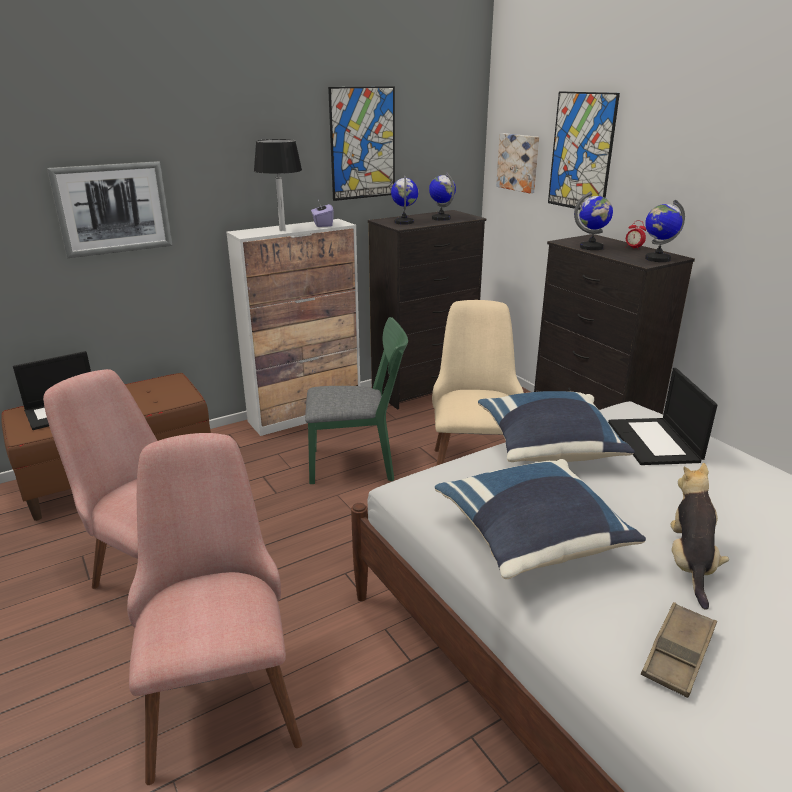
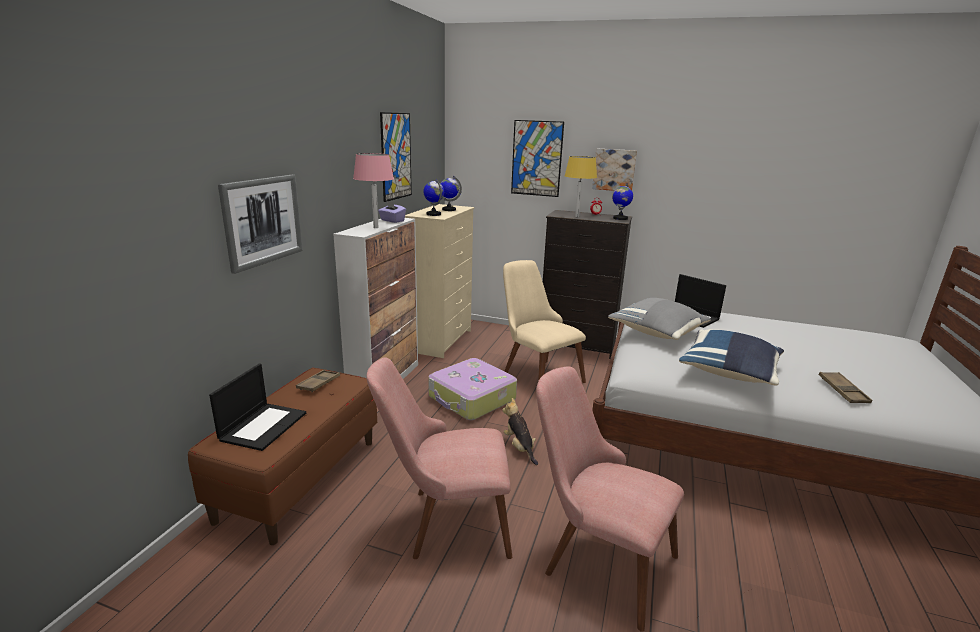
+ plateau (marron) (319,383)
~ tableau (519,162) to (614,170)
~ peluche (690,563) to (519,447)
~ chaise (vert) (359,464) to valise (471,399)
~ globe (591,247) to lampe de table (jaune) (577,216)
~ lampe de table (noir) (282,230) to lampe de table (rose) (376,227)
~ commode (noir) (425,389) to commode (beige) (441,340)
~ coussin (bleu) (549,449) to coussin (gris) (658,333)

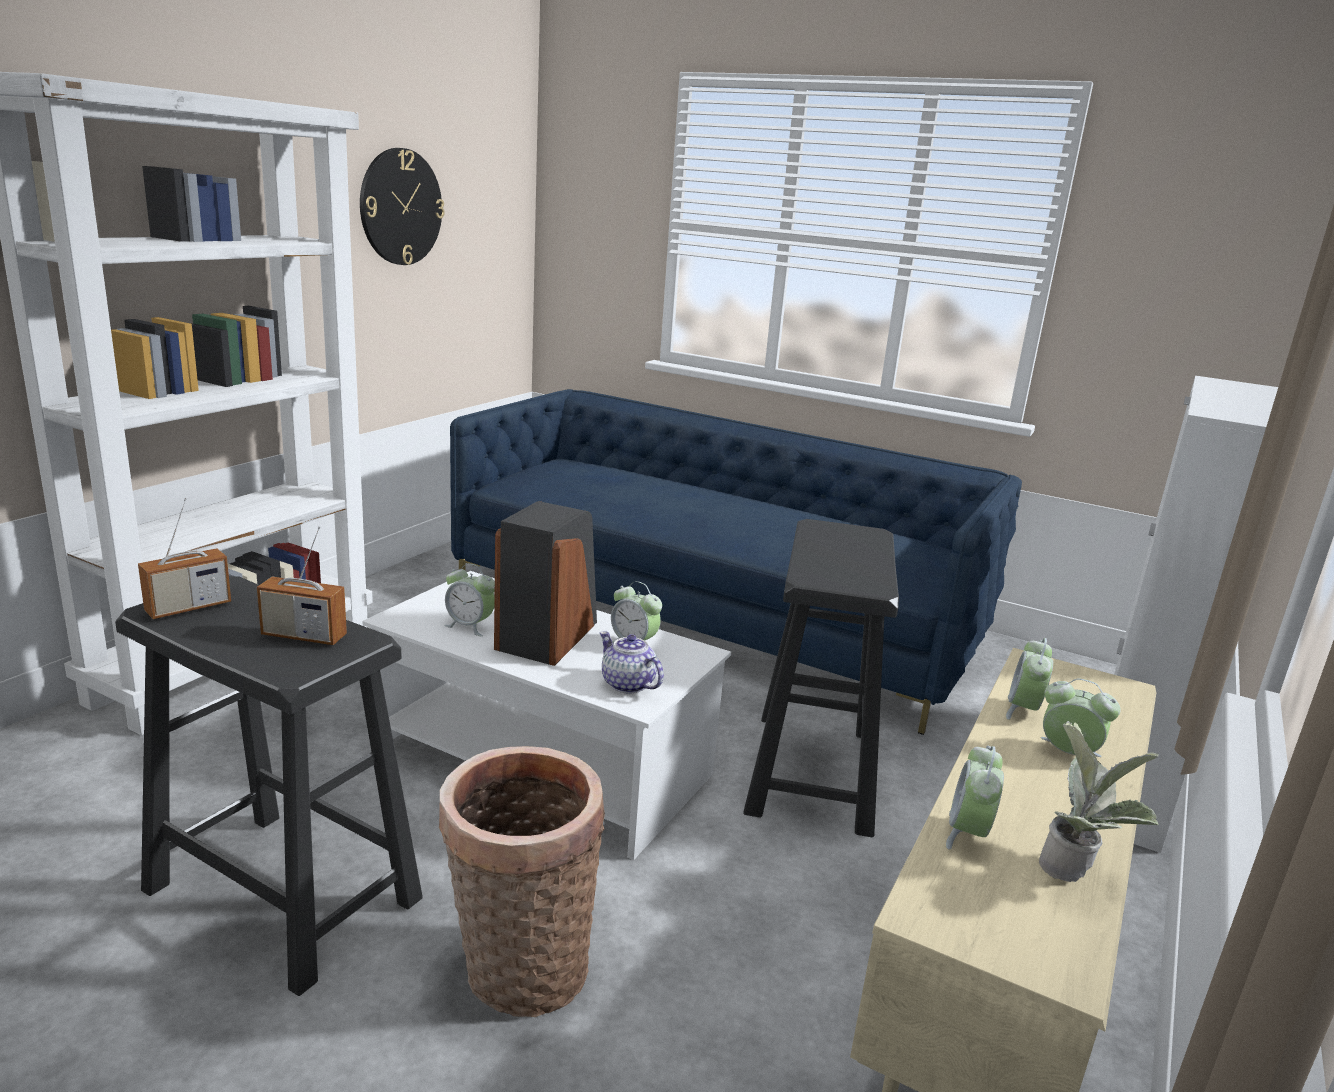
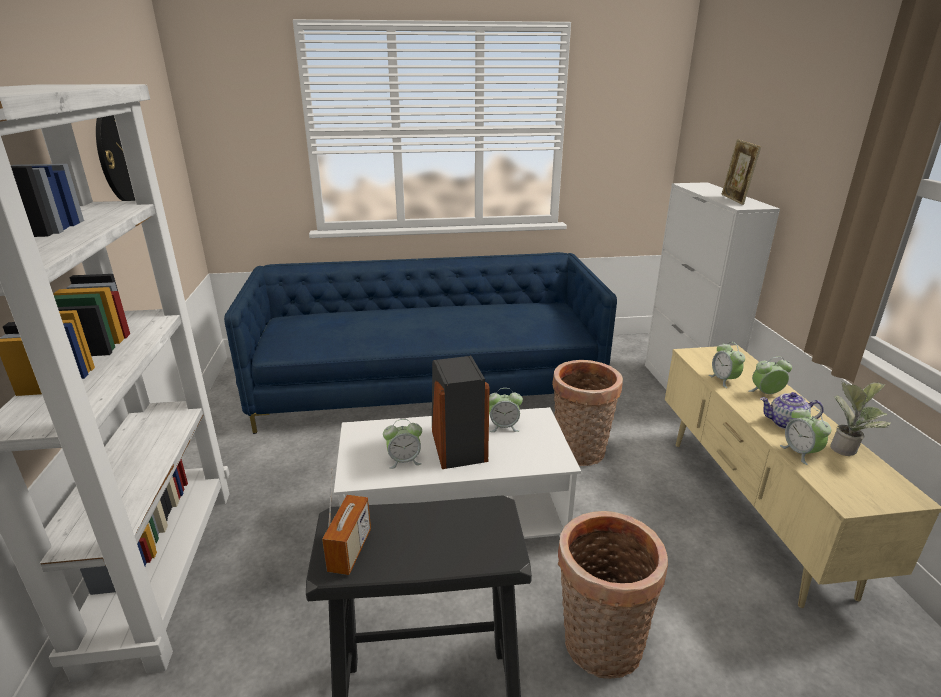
- radio (304,636)
+ cadre photo (734,200)
~ théière (627,684) to (786,423)
~ tabouret (noir) (812,772) to panier (579,453)

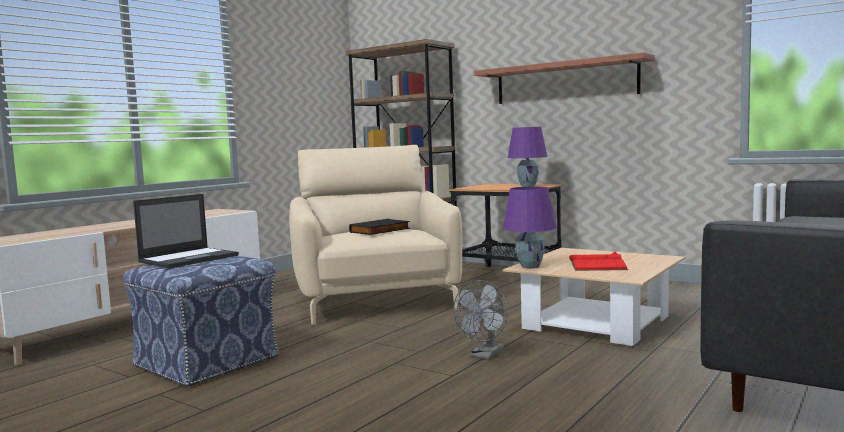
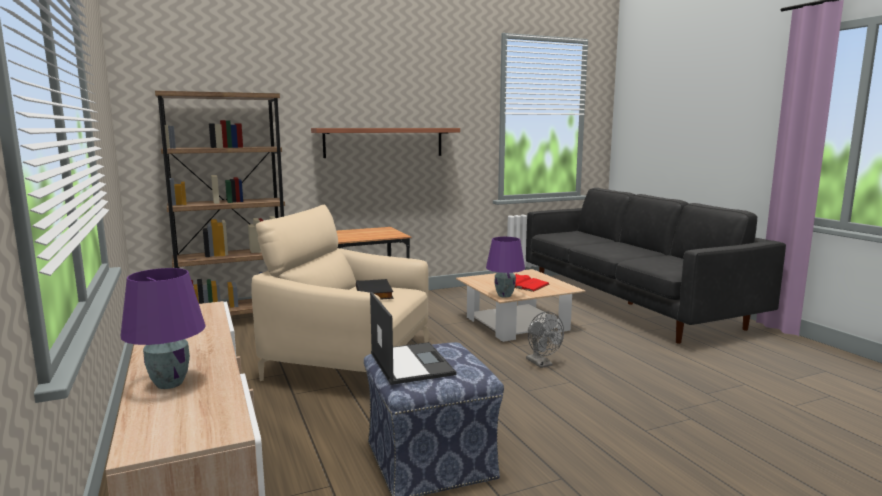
~ lampe de table (violet) (528,186) to (169,383)

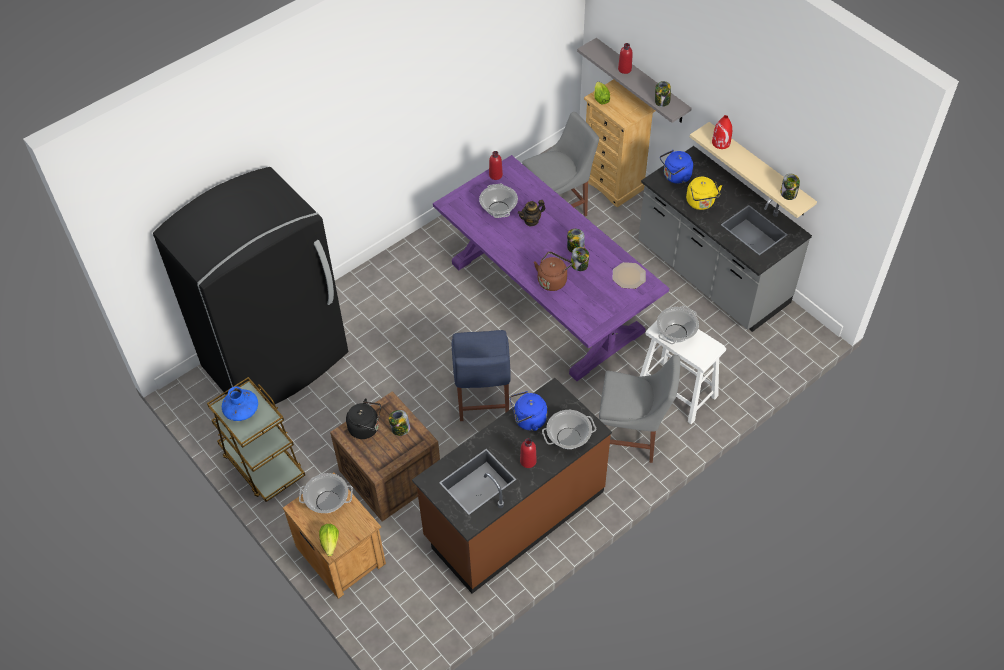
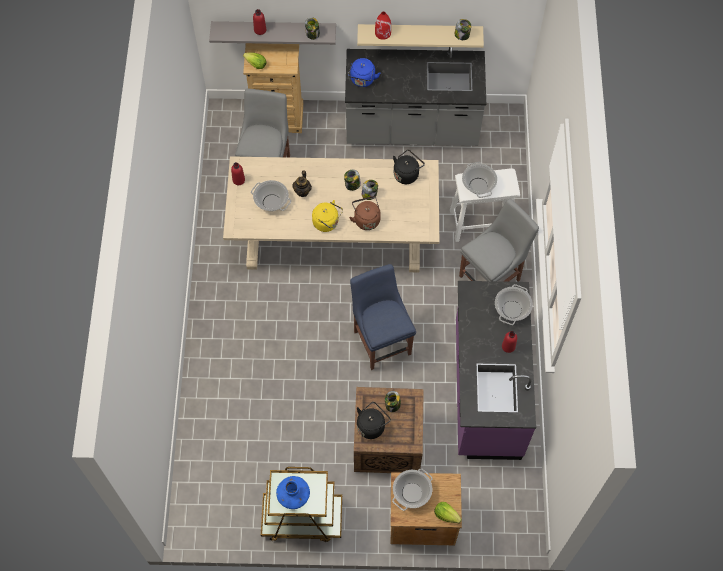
- réfrigérateur (noir) (277,361)
- bouilloire (bleu) (528,420)
~ bouilloire (jaune) (701,203) to (327,223)
~ assiette (629,276) to bouilloire (noir) (407,174)
~ comptoir de cuisine (marron) (513,514) to comptoir de cuisine (violet) (485,389)
~ table à manger (violet) (547,297) to table à manger (beige) (334,234)
~ chaise (bleu) (482,401) = (381,340) 150 degrees counterclockwise

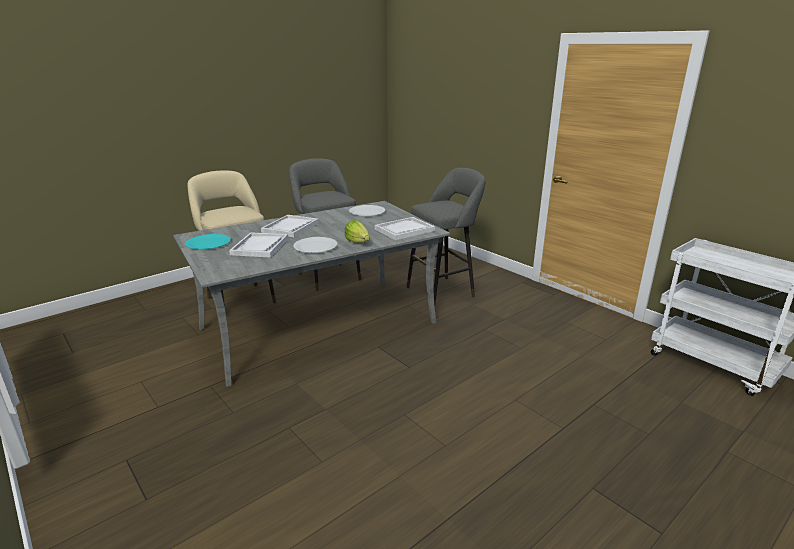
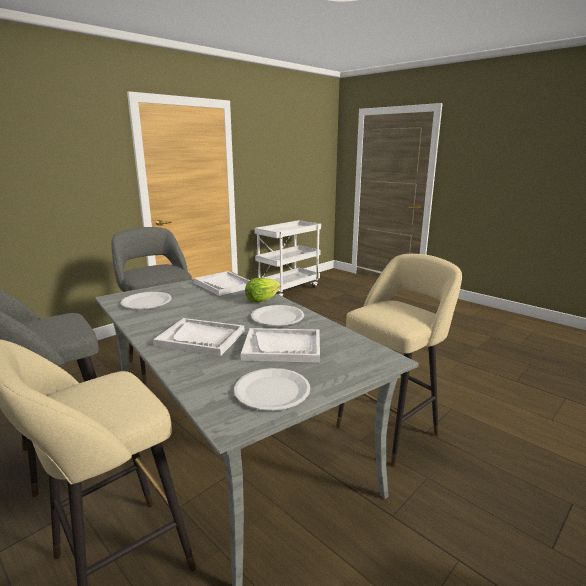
+ tabouret (beige) (390,428)
~ assiette (turquoise) (208,243) to assiette (blanc) (272,390)

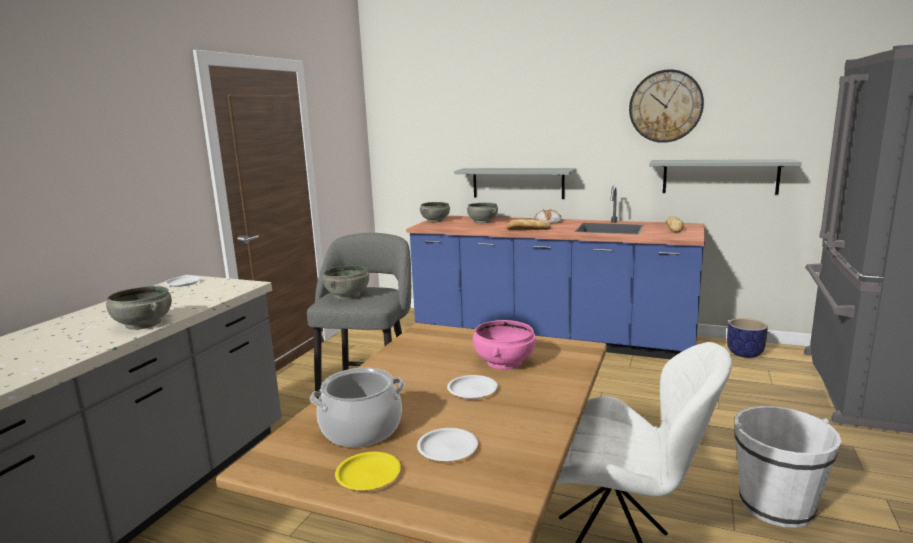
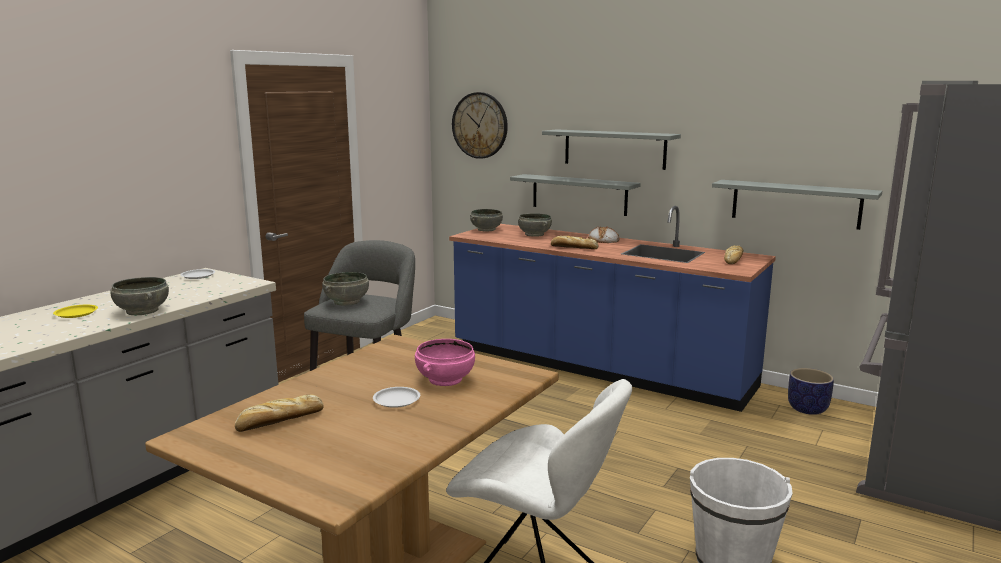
- assiette (blanc) (448,449)
+ étagère (gris) (614,149)
~ assiette (jaune) (368,475) to (76,314)
~ horloge murale (665,106) to (480,125)
~ marmite (361,429) to pain (279,420)

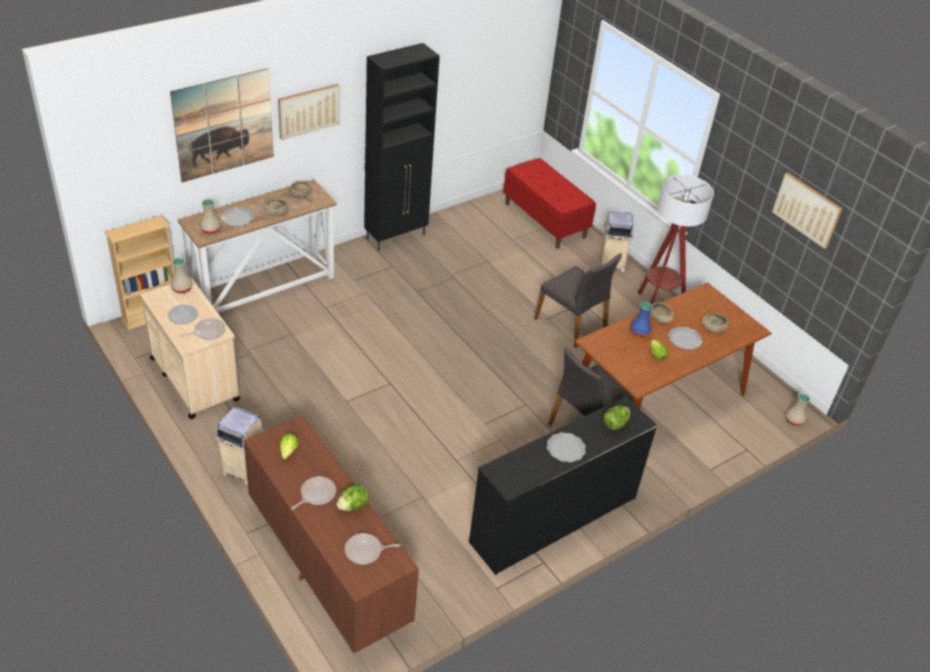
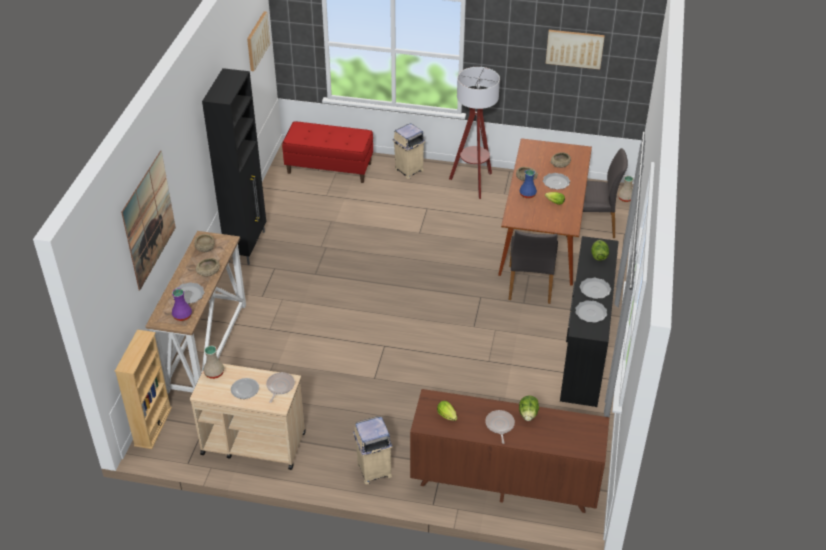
- poêle (365,551)
+ assiette (591,313)
~ tableau (308,110) to (257,41)
~ chaise (gris) (572,324) to (590,224)
~ vase (beige) (210,230) to vase (violet) (182,316)

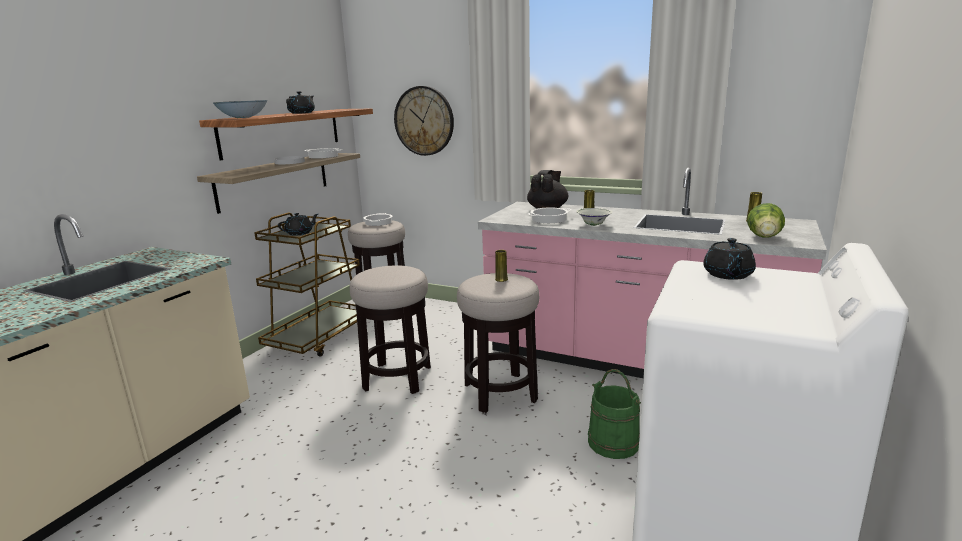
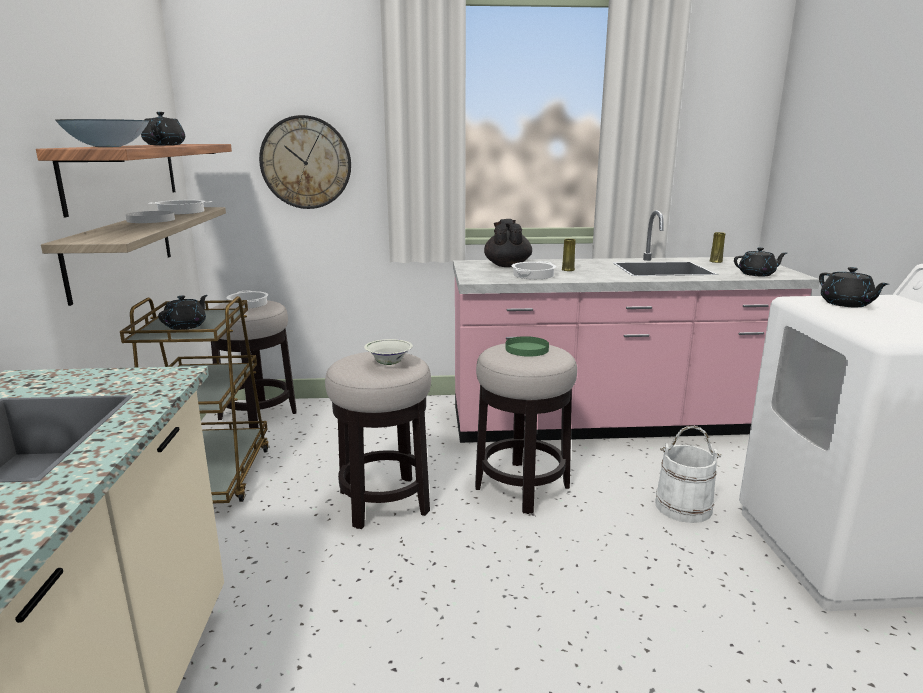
~ bol (blanc) (593,225) to (389,363)
~ vase (jaune) (501,279) to assiette (vert) (527,349)
~ laitue (764,238) to théière (noir) (757,274)
~ seau (vert) (613,442) to seau (blanc) (683,506)

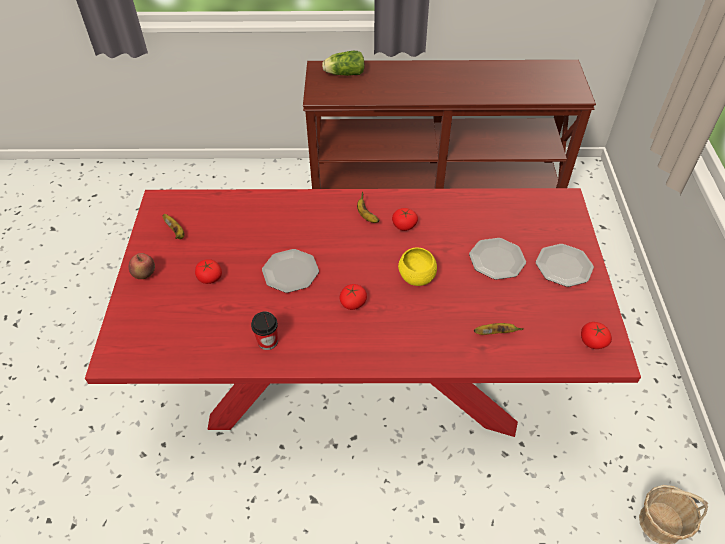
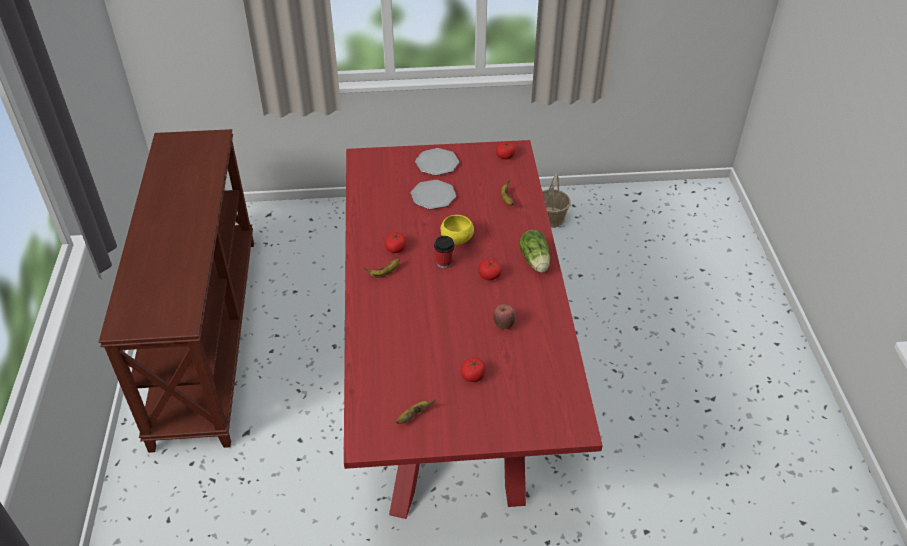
- assiette (291,272)
~ pomme (145,275) to (503,324)
~ tasse (267,341) to (444,262)
~ laitue (343,74) to (535,262)

